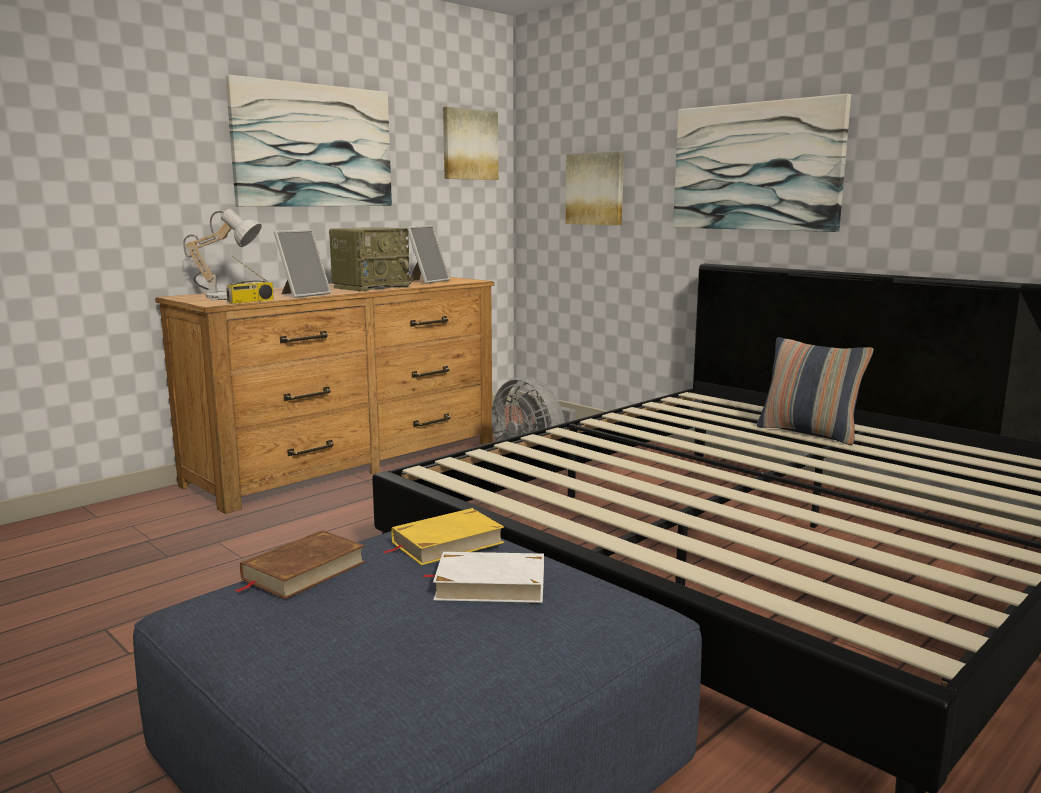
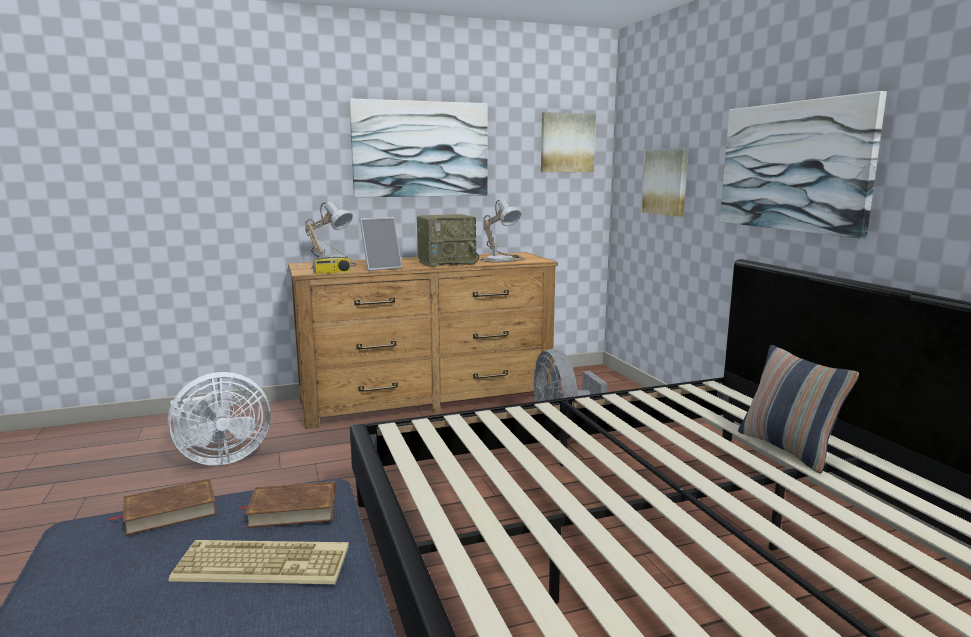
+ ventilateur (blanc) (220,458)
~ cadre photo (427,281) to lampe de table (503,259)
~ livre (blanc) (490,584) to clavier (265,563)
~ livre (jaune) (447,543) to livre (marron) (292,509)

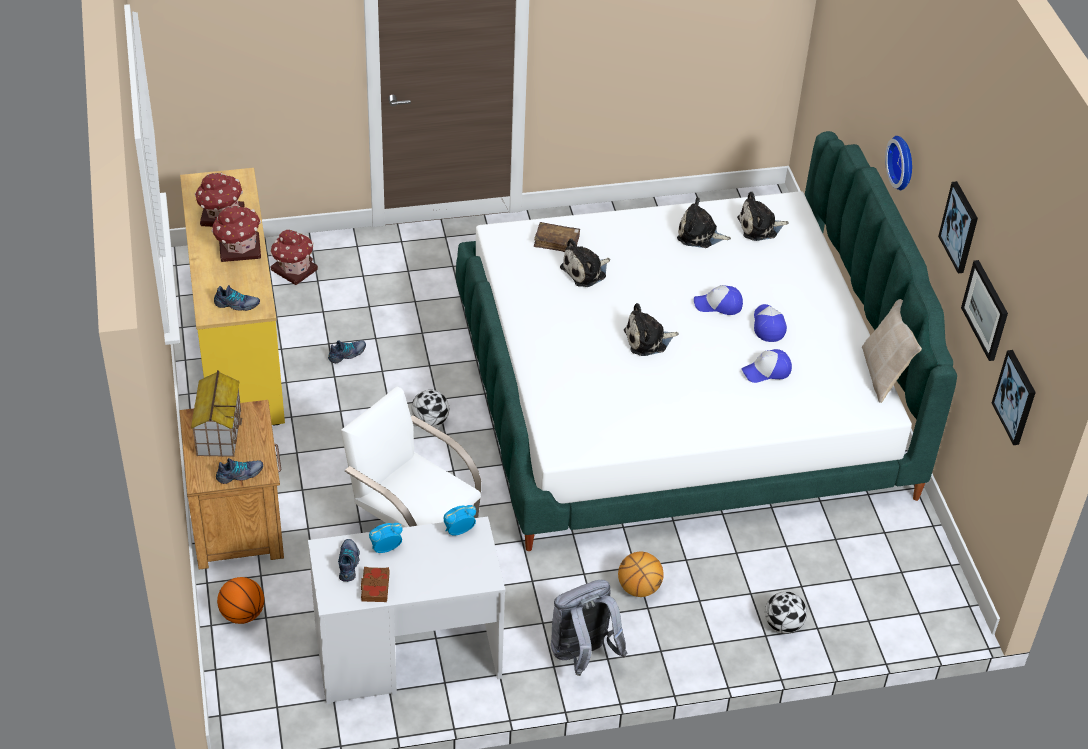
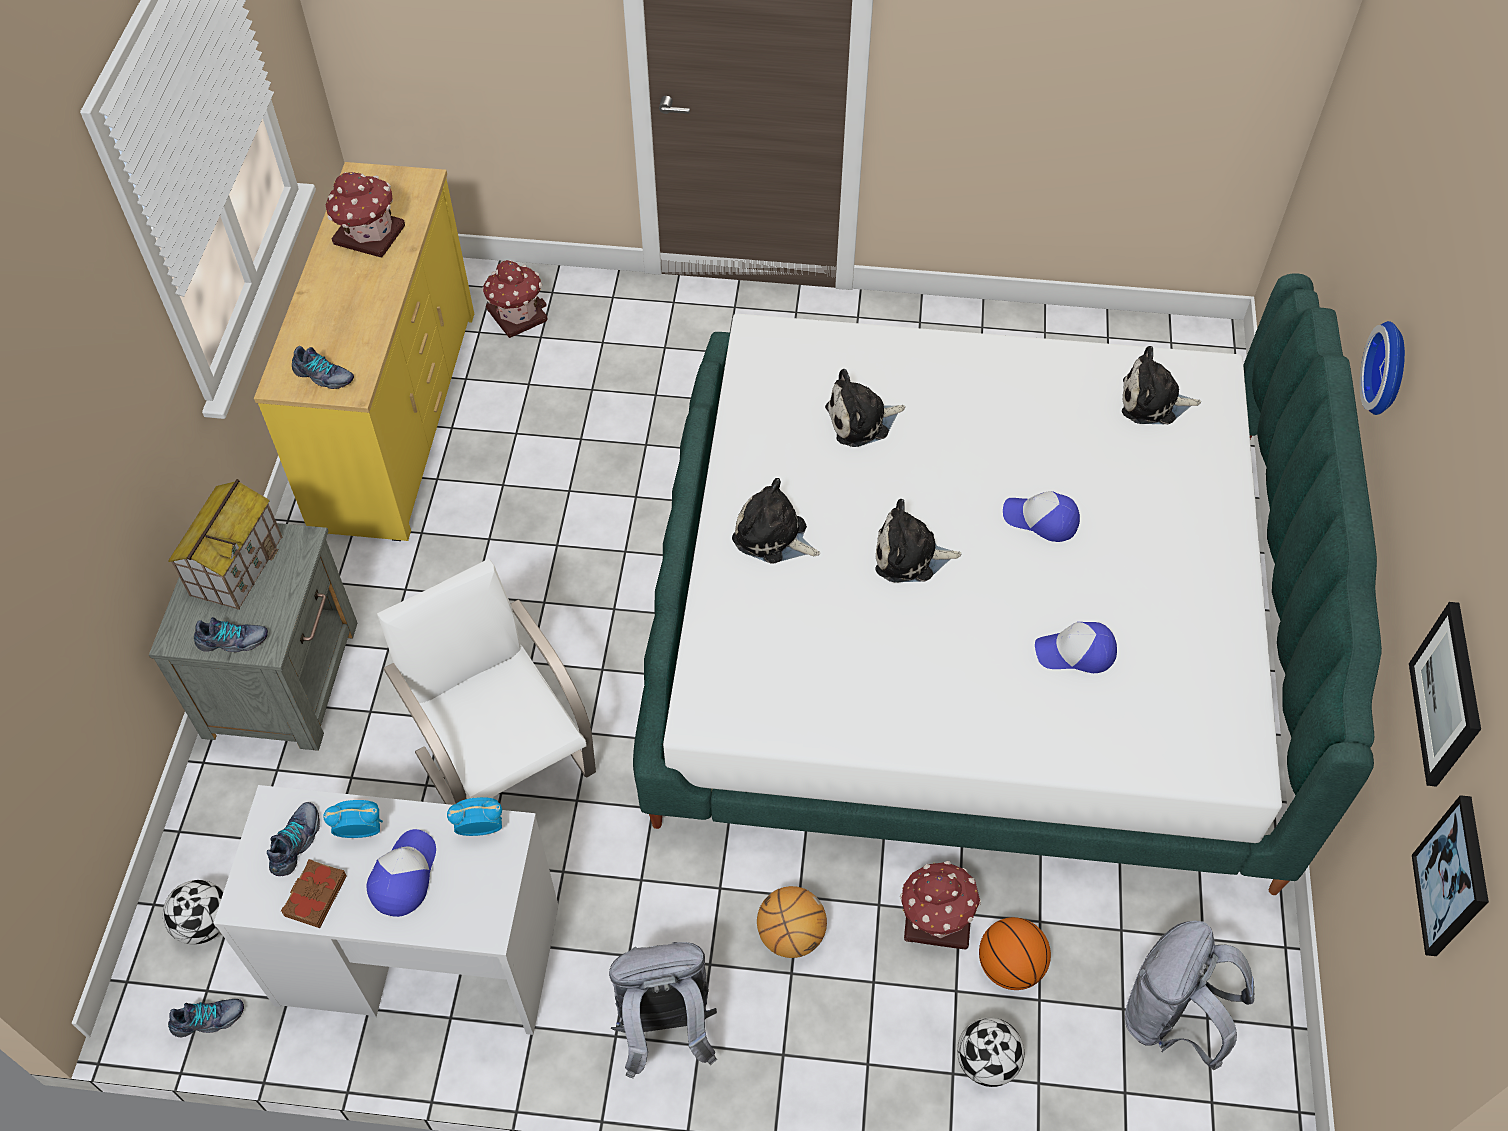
- livre (marron) (557,242)
- coussin (beige) (883,374)
- tableau (960,227)
+ sac à dos (gris) (1171,1018)
~ maison miniature (238,249) to (935,918)
~ ballon de basket (242,614) to (1010,966)
~ chaussure (347,354) to (208,1020)
~ ballon de foot (430,422) to (205,924)
~ peluche (699,235) to (773,537)
~ casquette (768,325) to (404,876)
~ table de chevet (marron) (238,522) to table de chevet (gris) (284,677)

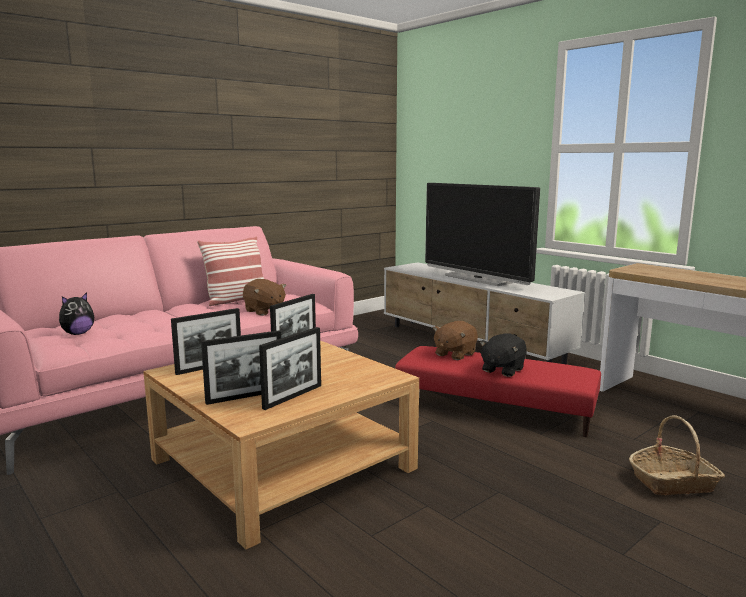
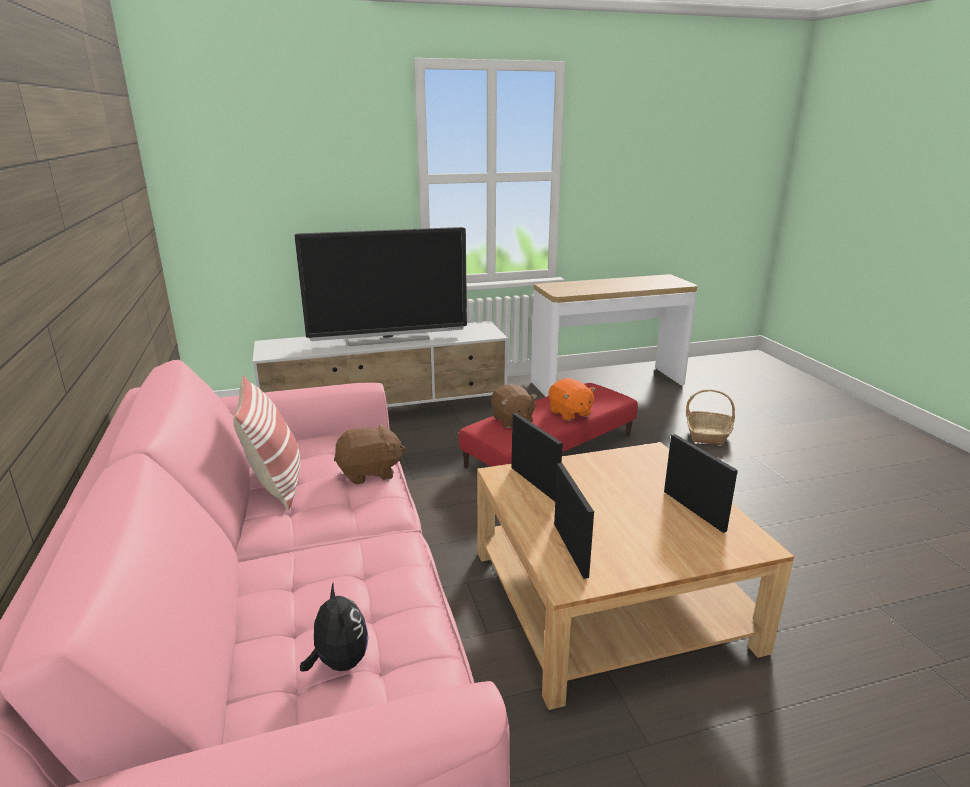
- cadre photo (245,396)
~ peluche (noir) (502,370) to peluche (orange) (570,413)

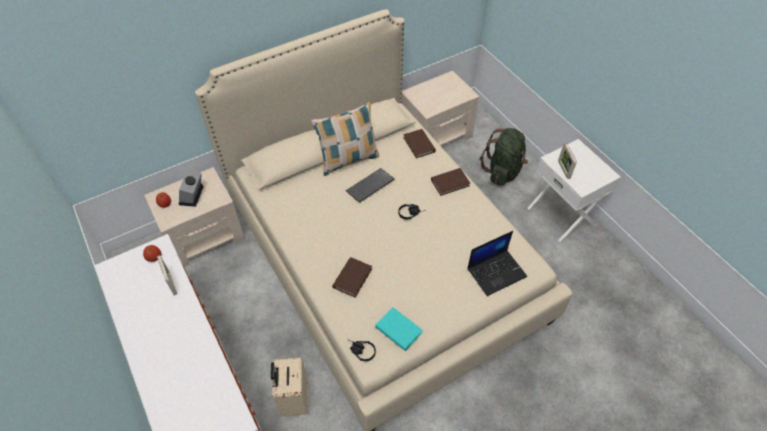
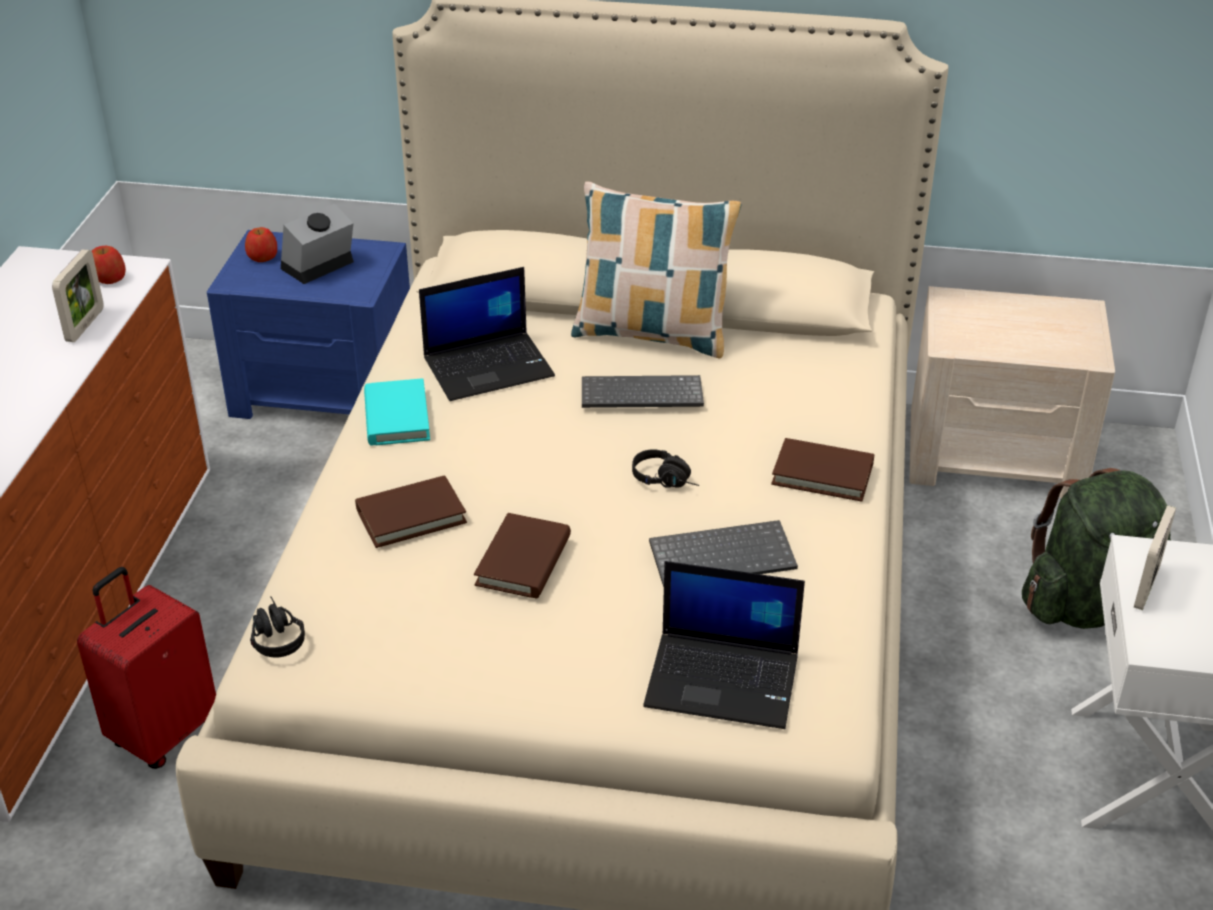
+ ordinateur portable (489,366)
+ clavier (723,555)
~ livre (turquoise) (398,330) to (396,417)
~ livre (marron) (419,145) to (523,561)
~ table de chevet (beige) (204,236) to table de chevet (bleu) (325,390)
~ valise (beige) (293,399) to valise (rouge) (163,732)

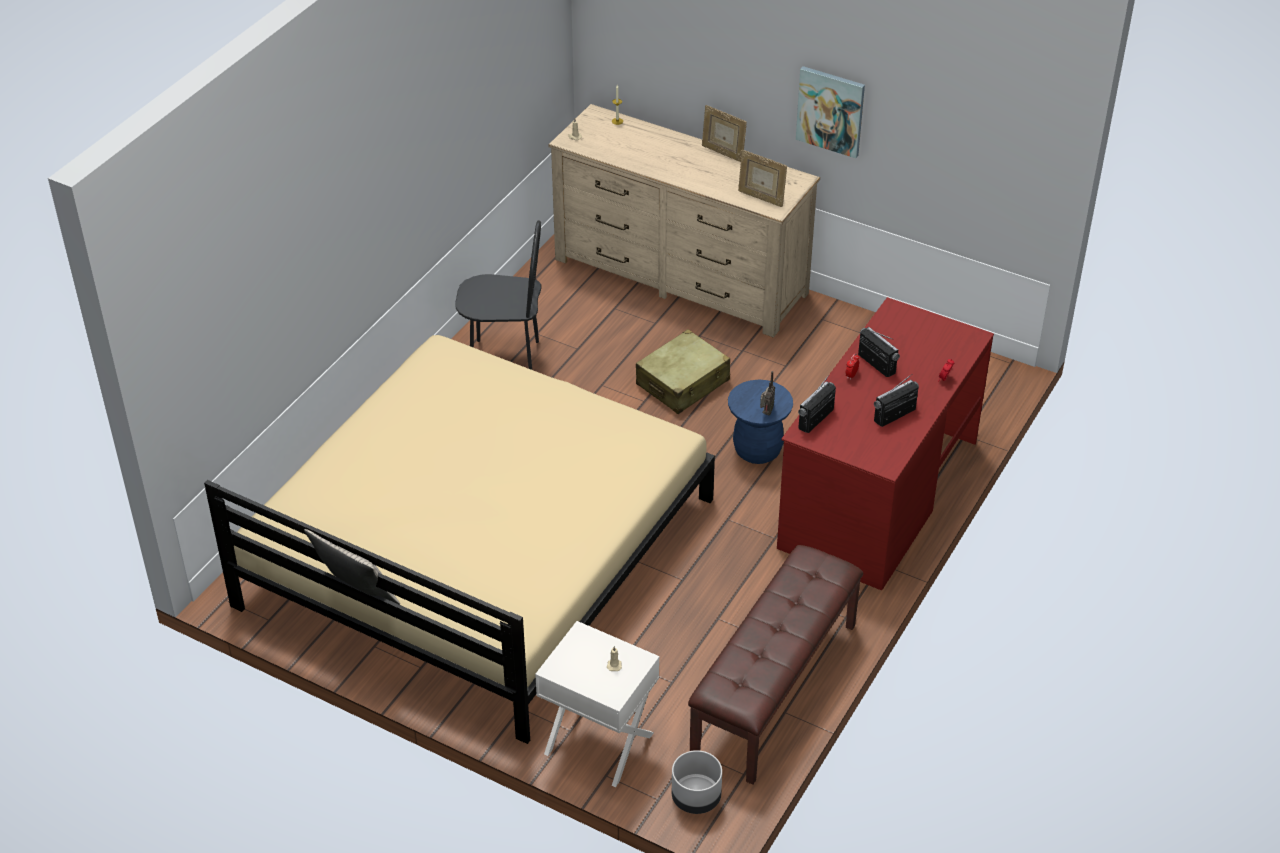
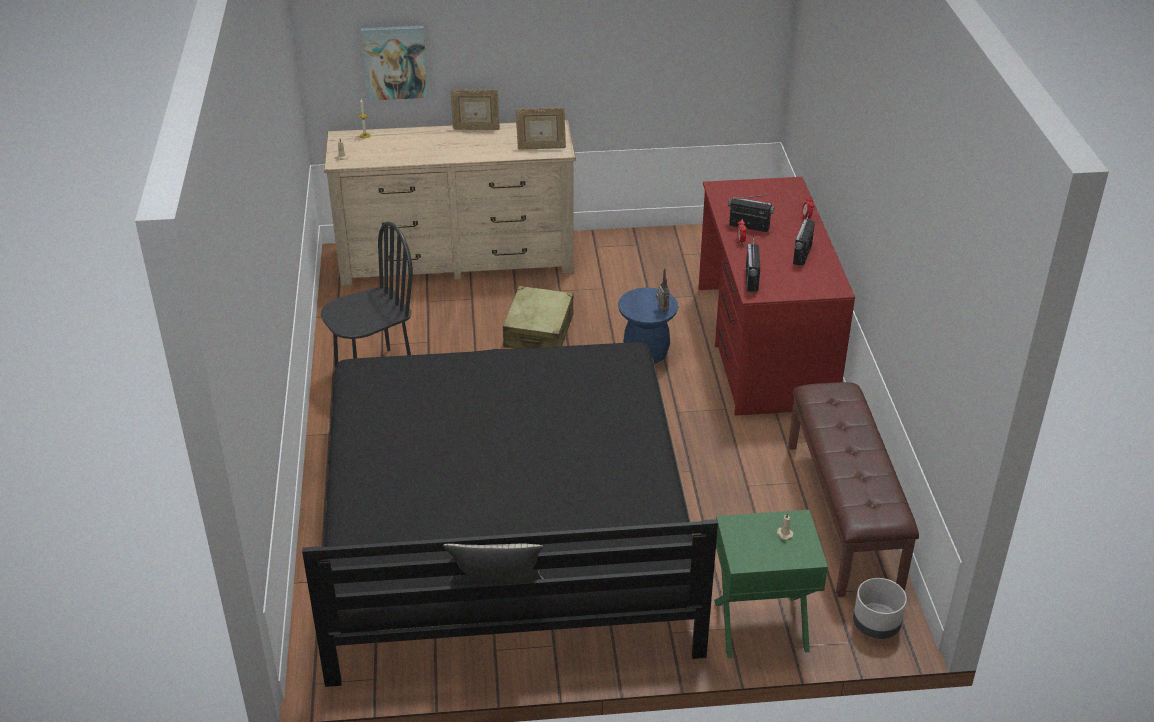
~ tableau (830,111) to (395,62)
~ lit (beige) (476,552) to lit (noir) (505,530)
~ table de chevet (blanc) (598,744) to table de chevet (vert) (761,626)

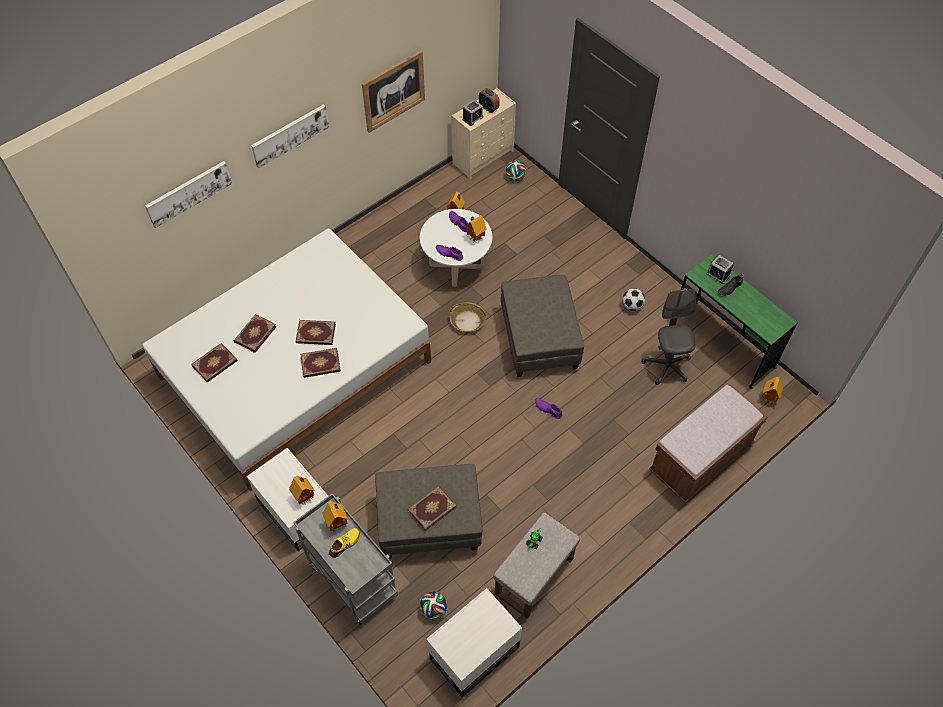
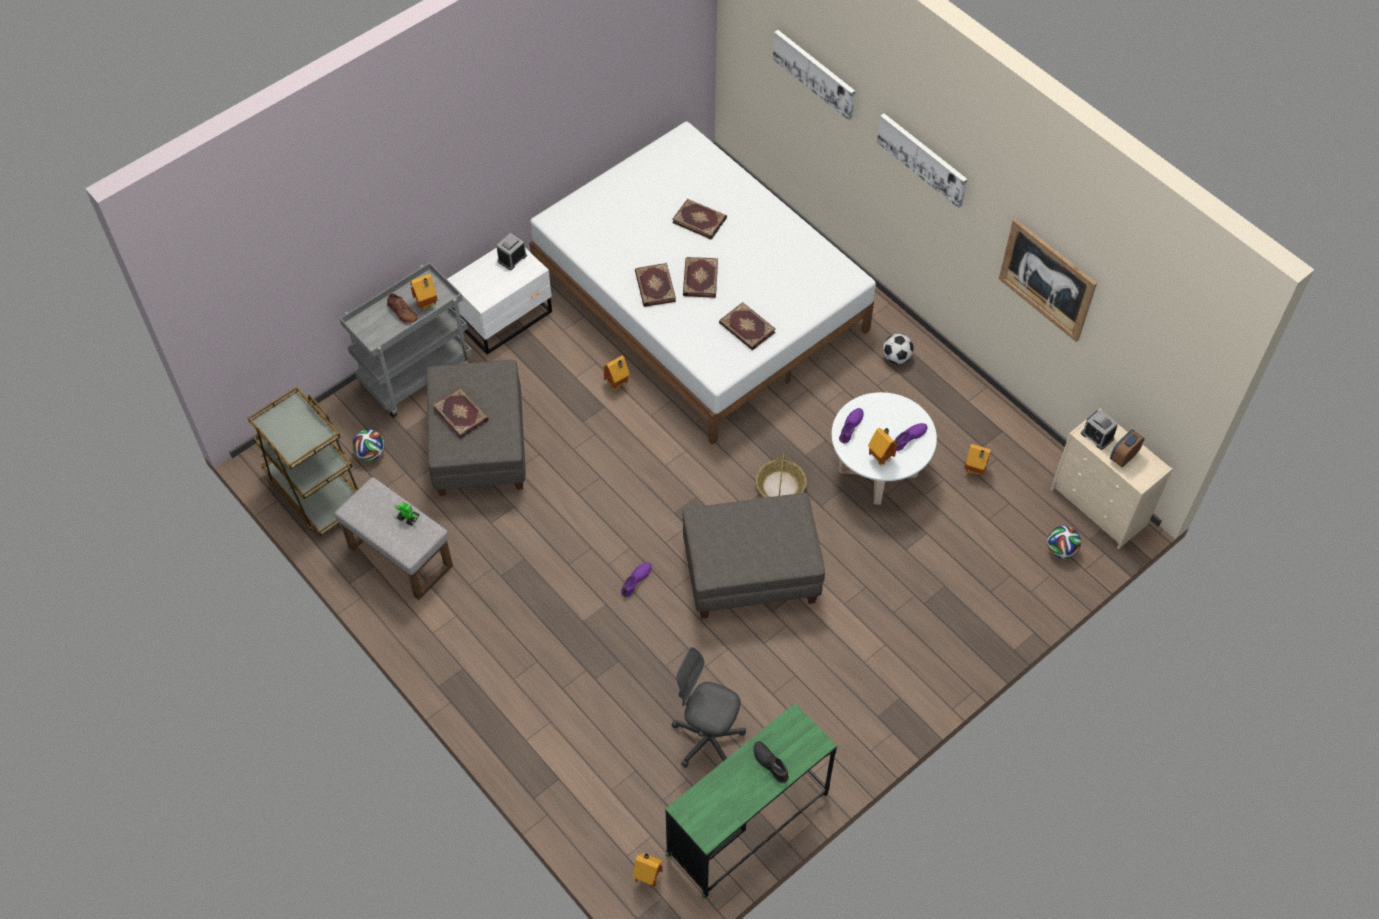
- banc (marron) (700,459)
~ livre (215,364) to (746,328)
~ maison miniature (305,497) to (617,385)
~ ballon de foot (632,306) to (896,358)
~ réveil (718,274) to (512,258)
~ table de chevet (blanc) (472,652) to chariot (marron) (316,492)
~ chaussure (jaune) (345,544) to chaussure (marron) (402,312)
~ chaise de bureau (gris) (666,366) = (707,739) 150 degrees counterclockwise

